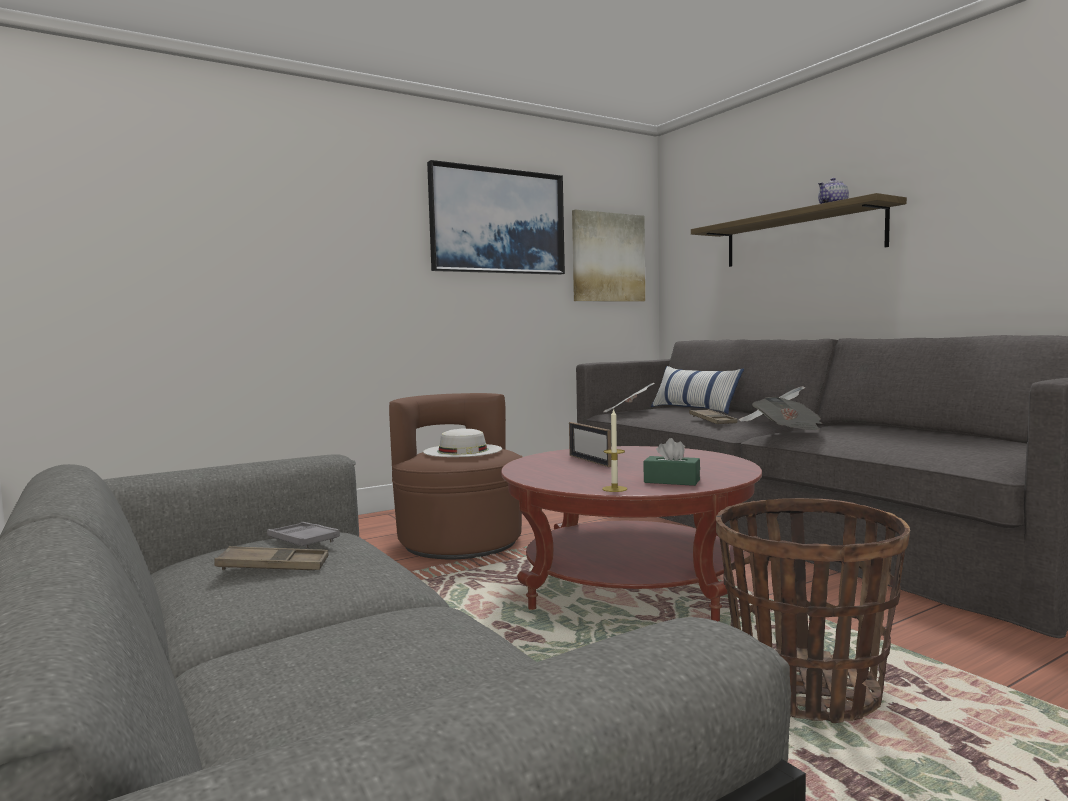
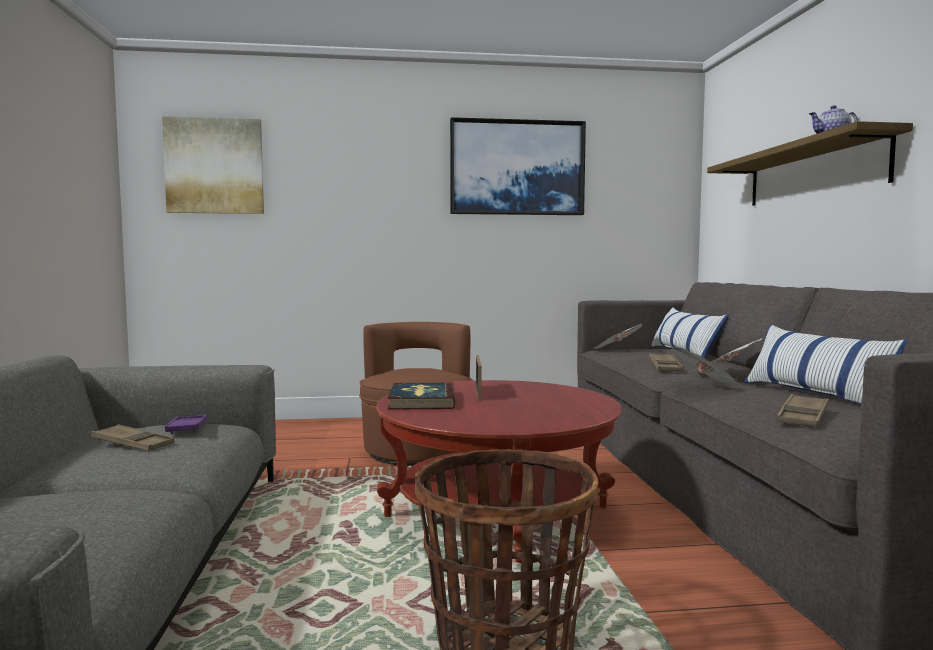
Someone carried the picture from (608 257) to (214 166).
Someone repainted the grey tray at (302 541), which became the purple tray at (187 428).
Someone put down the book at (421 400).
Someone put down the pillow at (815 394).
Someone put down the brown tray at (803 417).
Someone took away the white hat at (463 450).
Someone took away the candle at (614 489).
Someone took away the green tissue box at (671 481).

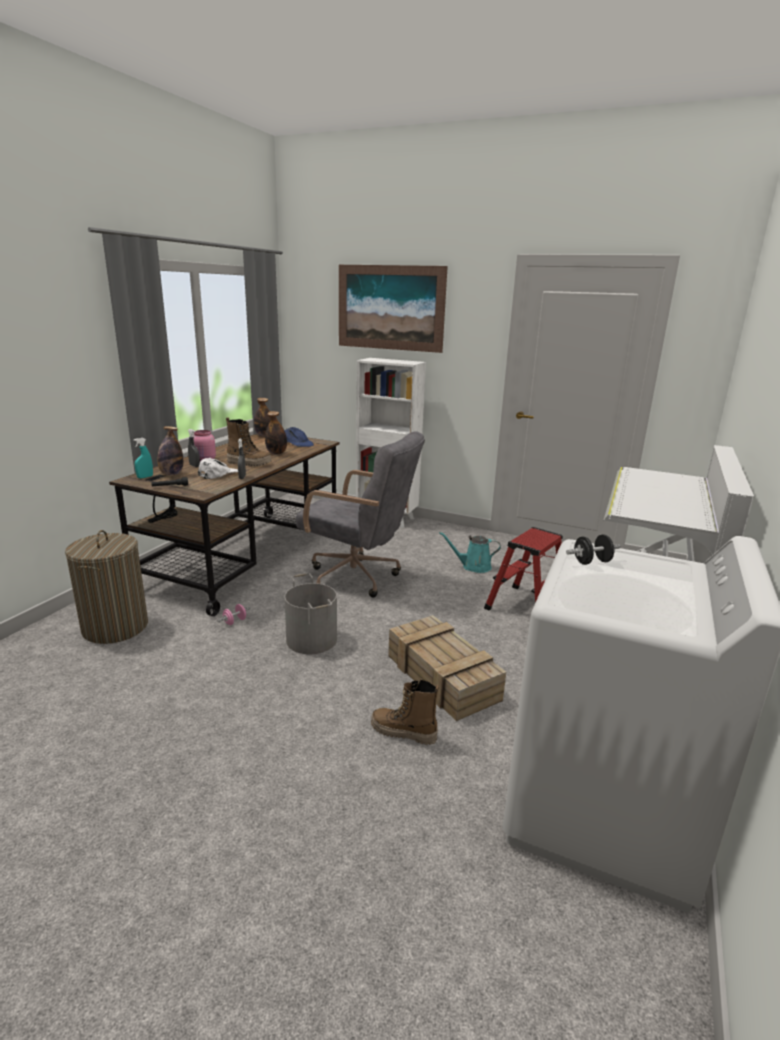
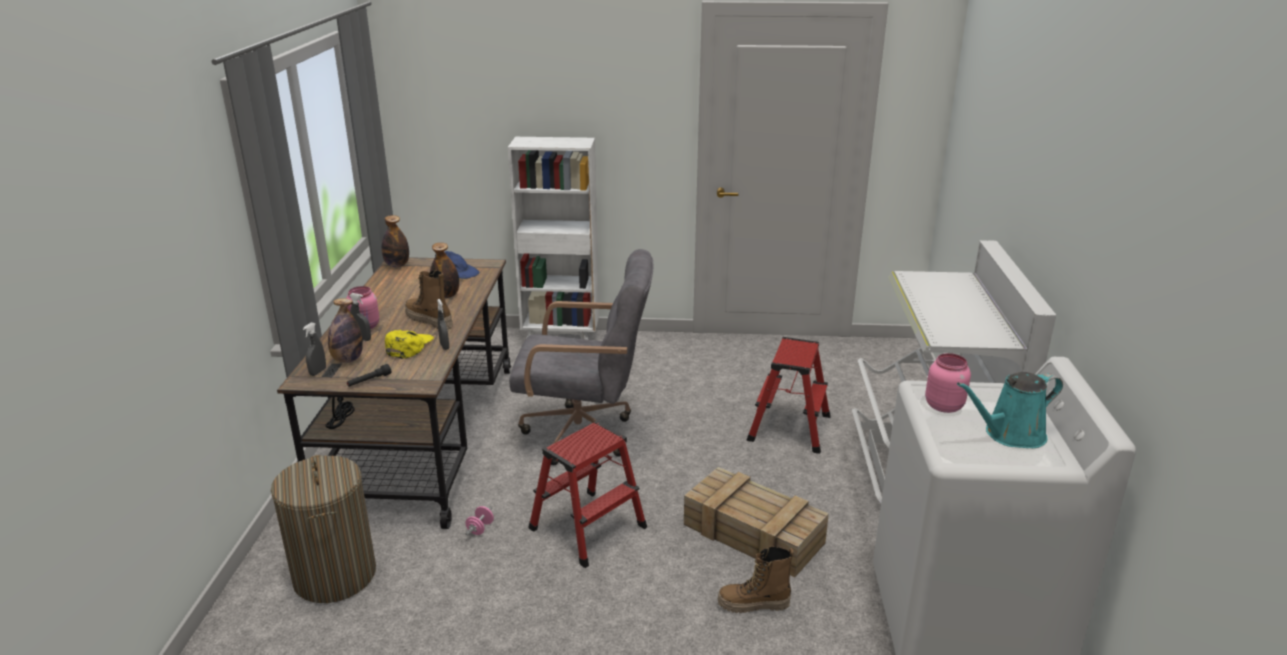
Someone repainted the turquoise spray bottle at (145 477), which became the grey spray bottle at (318 372).
Someone repainted the white cap at (218 474), which became the yellow cap at (409 347).
Someone rotated the boot at (249 463) by 135 degrees counterclockwise.
Someone swapped the grey bucket at (312 639) for the red step ladder at (588 527).
Someone swapped the black dumbbell at (591 562) for the pink jar at (943 405).
Someone carried the turquoise watering can from (473 566) to (1010 435).
Someone took away the picture at (390 308).

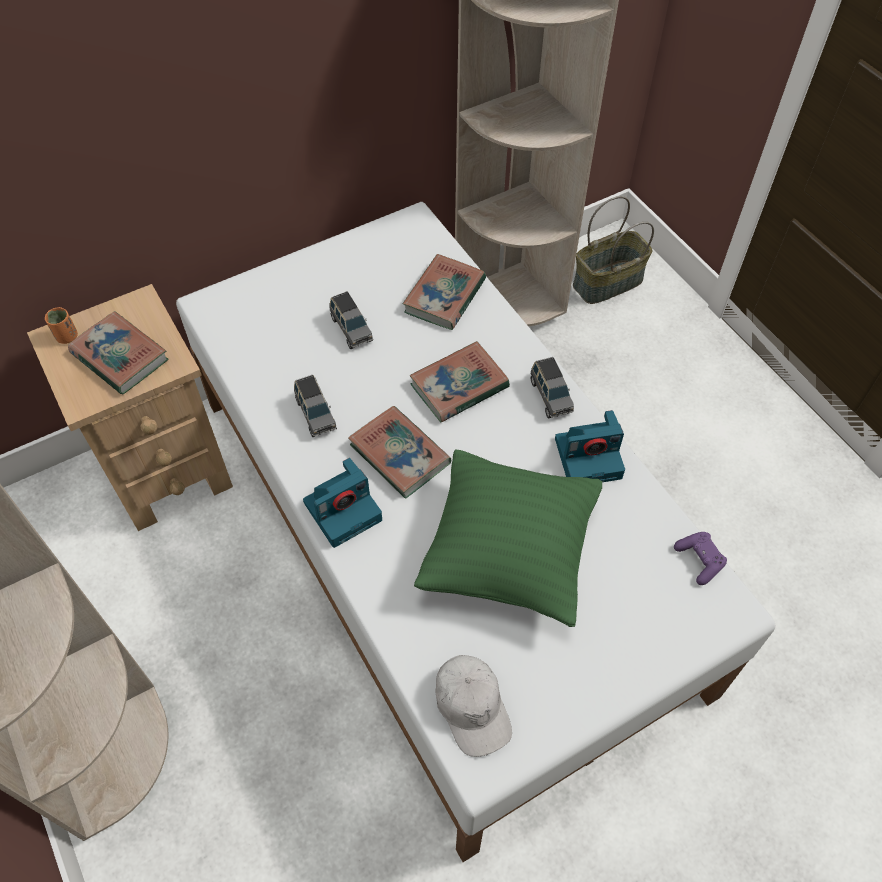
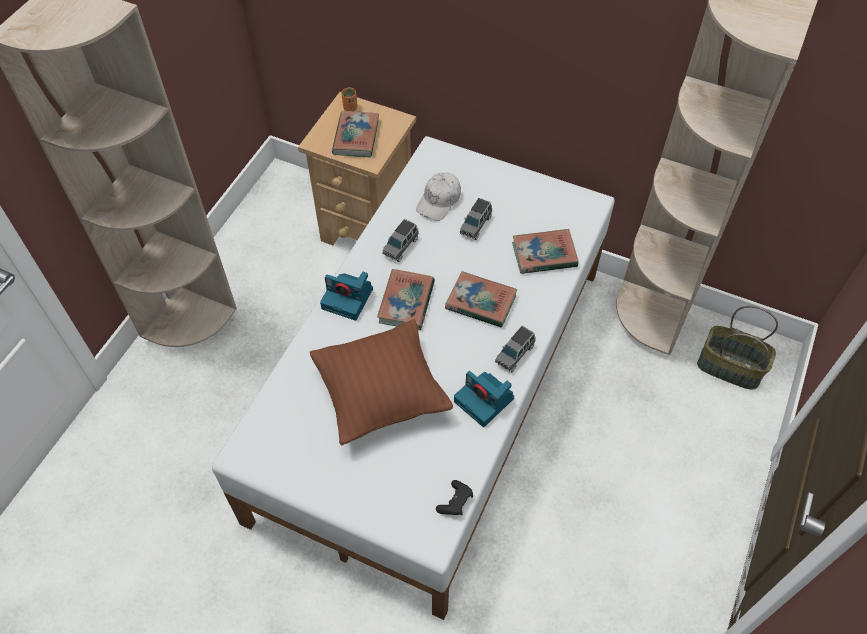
Someone repainted the green pillow at (508 553), which became the brown pillow at (381 395).
Someone carried the white cap from (472 707) to (439 201).
Someone repainted the purple game controller at (699 560), which became the black game controller at (455 502).

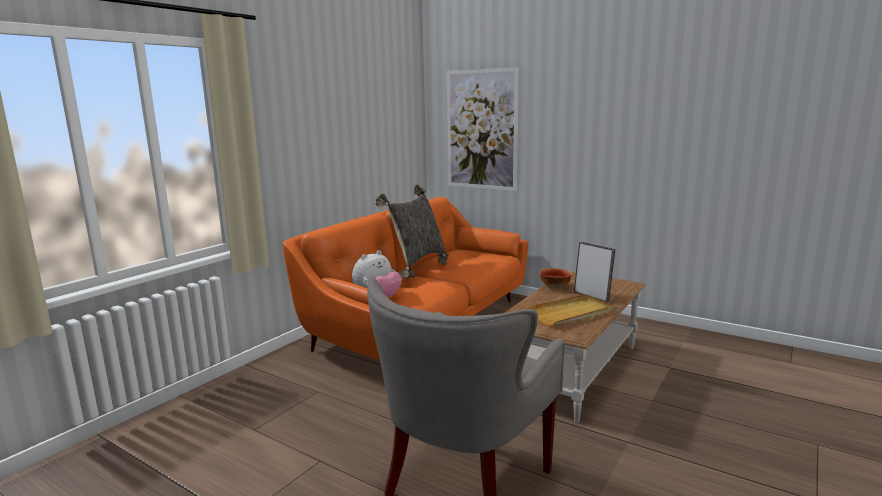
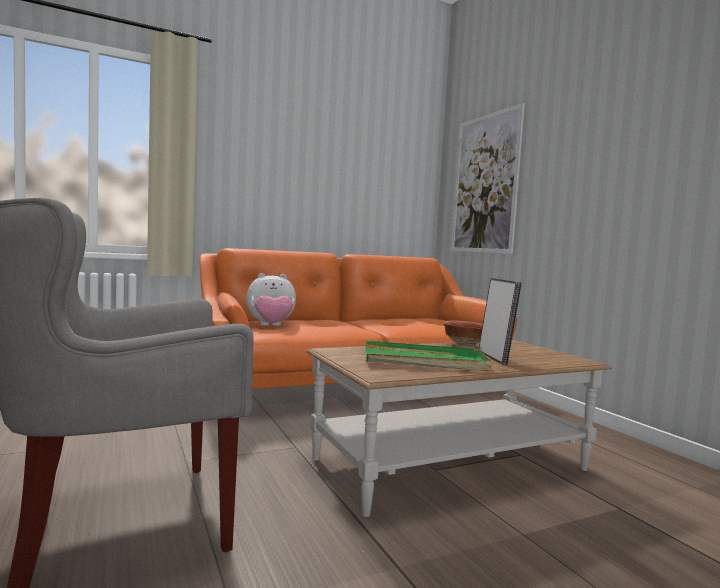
Someone repainted the beige tray at (570 313), which became the green tray at (425 361).
Someone took away the pillow at (415 271).

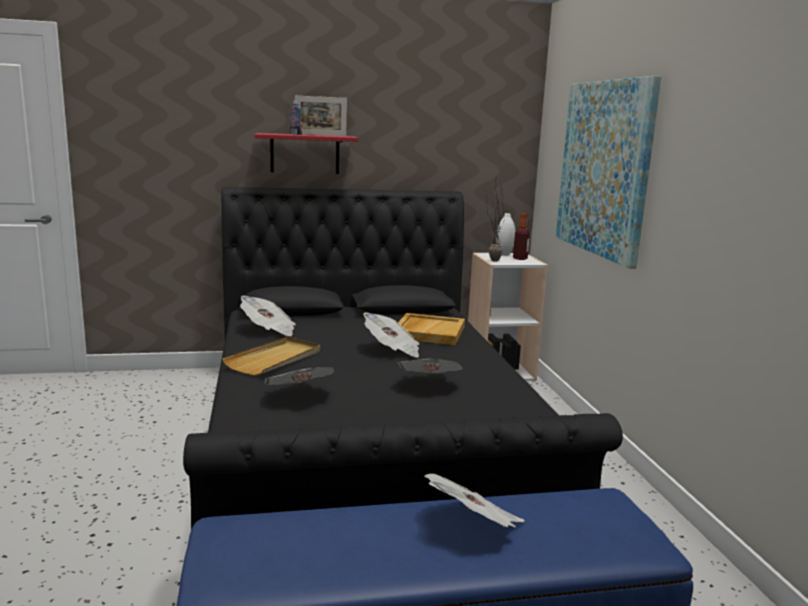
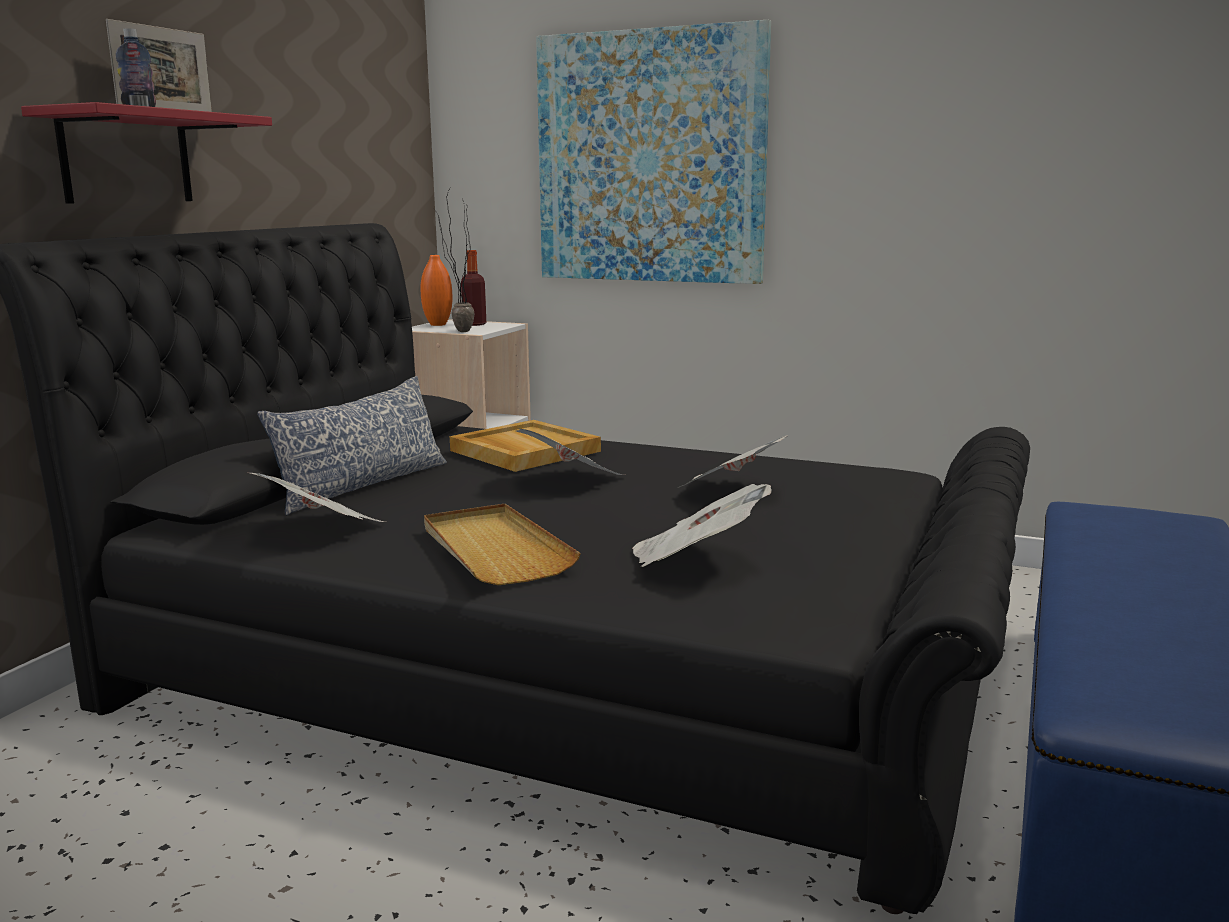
Someone put down the pillow at (362 485).
Someone repainted the white vase at (504 254), which became the orange vase at (438 324).
Someone took away the newspaper at (474 525).

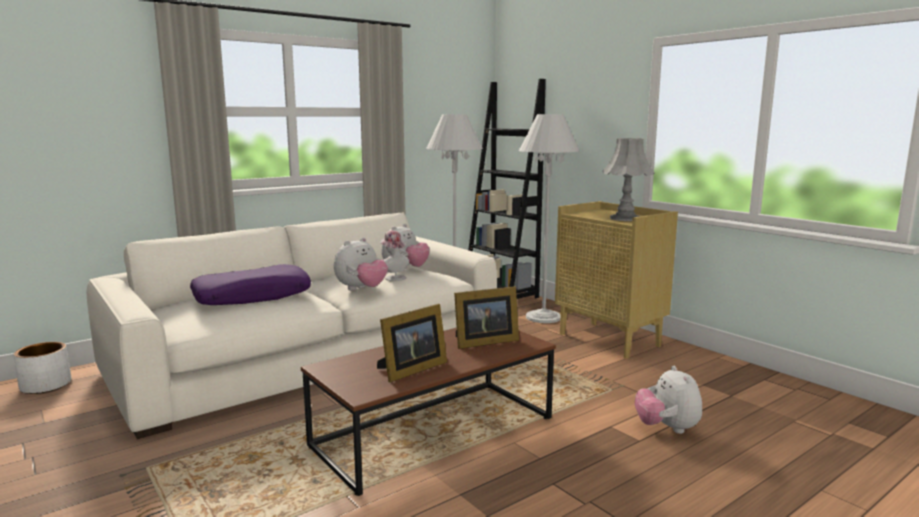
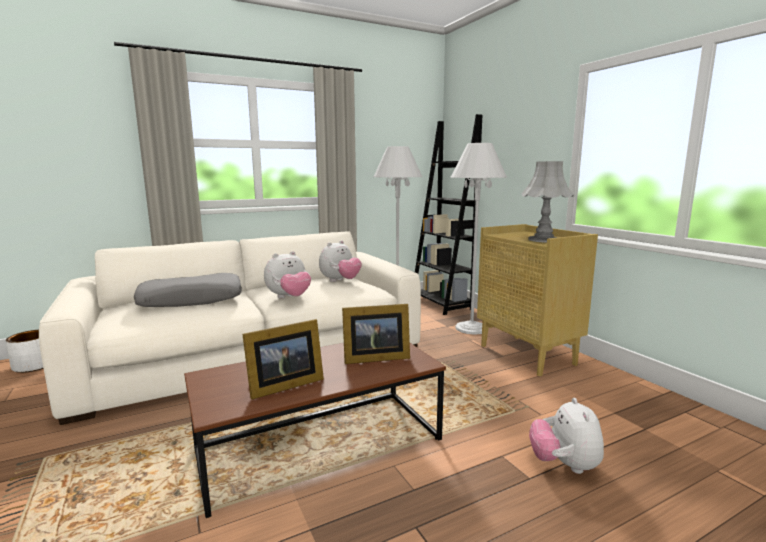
Someone repainted the purple pillow at (252 296), which became the grey pillow at (191 300).
Someone took away the hat at (393 277).

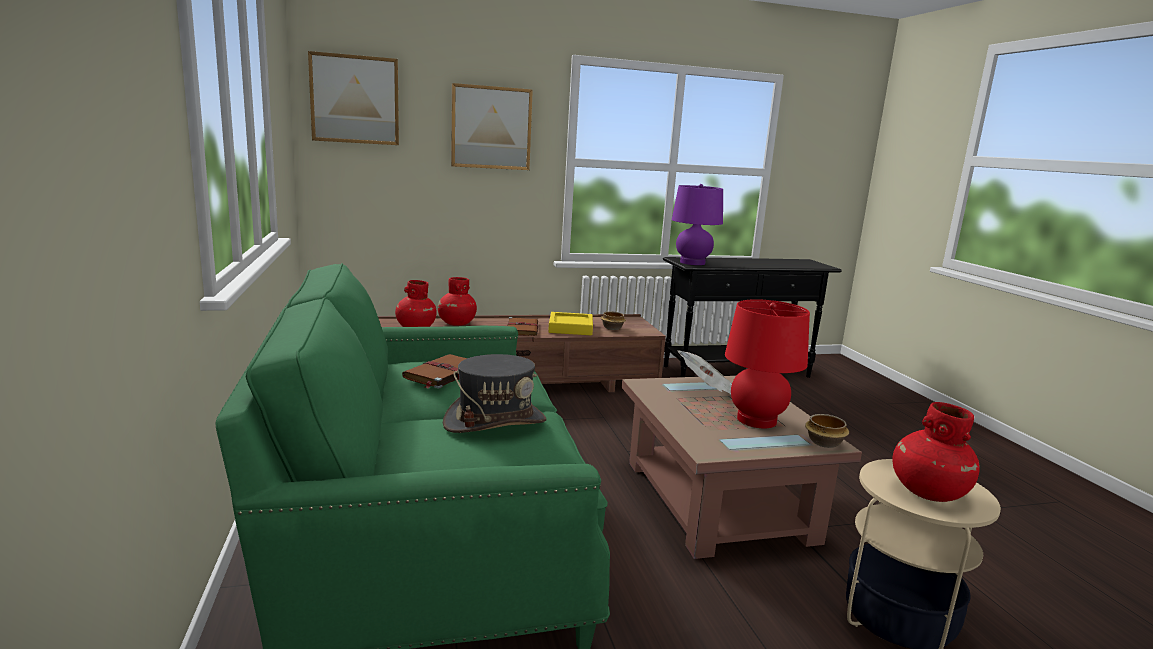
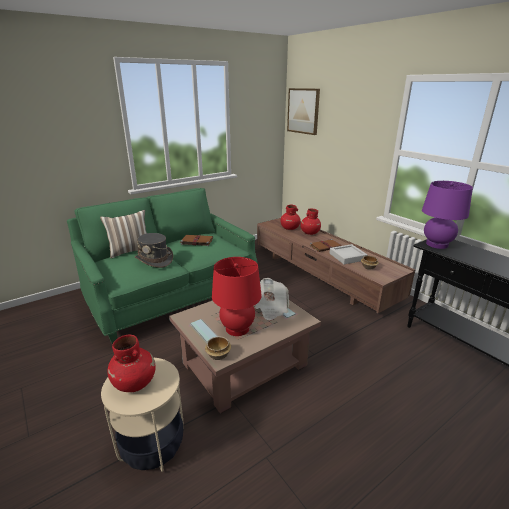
Someone put down the pillow at (130 251).
Someone repainted the yellow tray at (570 328), which became the grey tray at (347 257).
Someone took away the picture at (491 128).

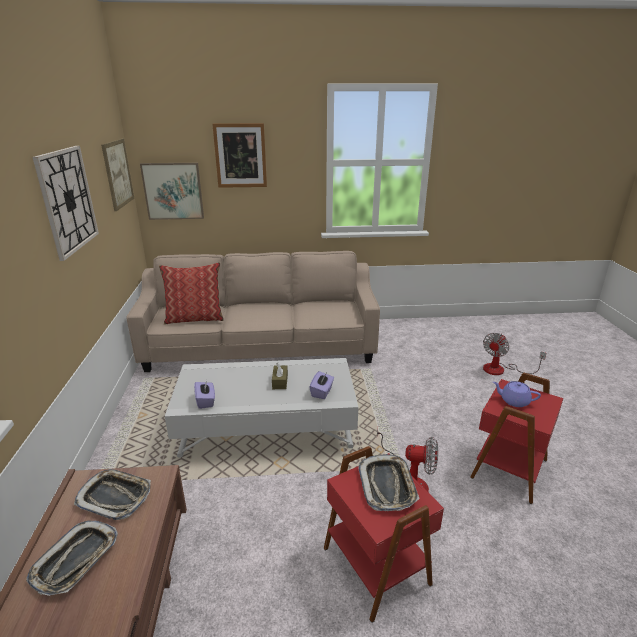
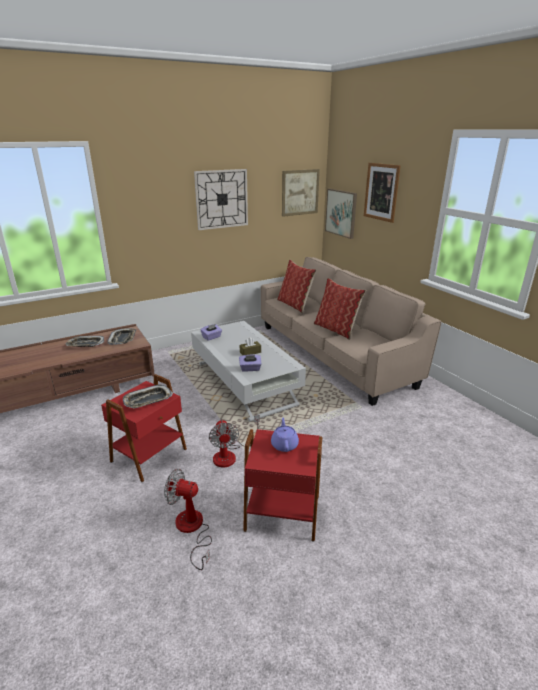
Someone carried the fan from (501 370) to (191 529).
Someone put down the pillow at (336 329).

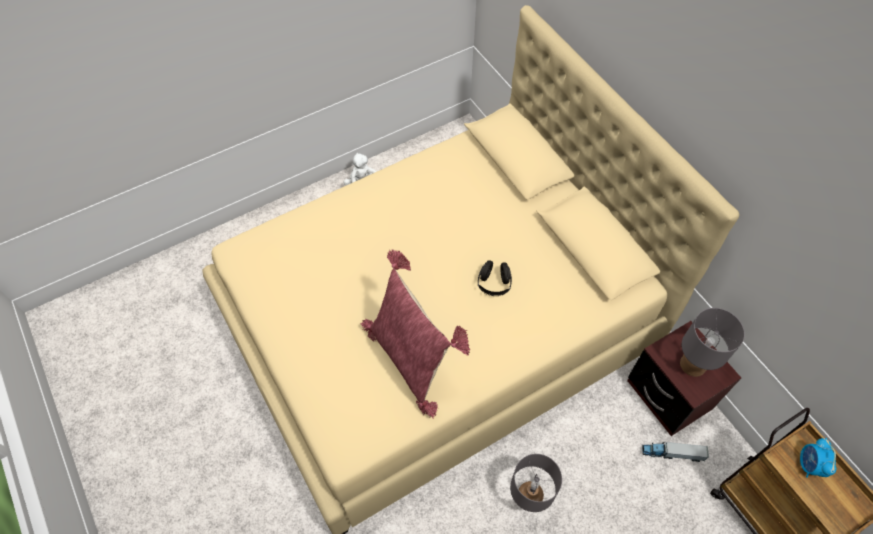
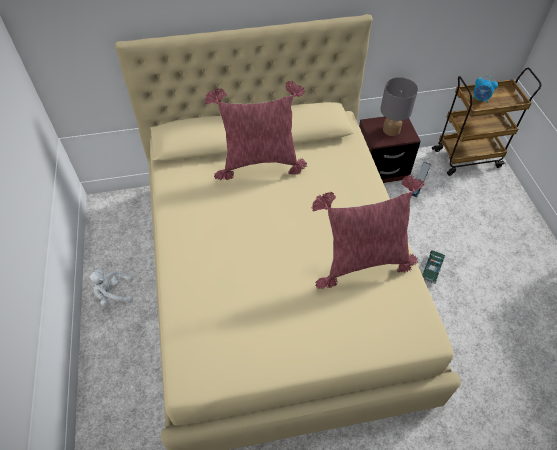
Someone put down the red pillow at (259 166).
Someone swapped the grey table lamp at (529 498) for the toy car at (432 269).
Someone took away the black headphones at (494 284).

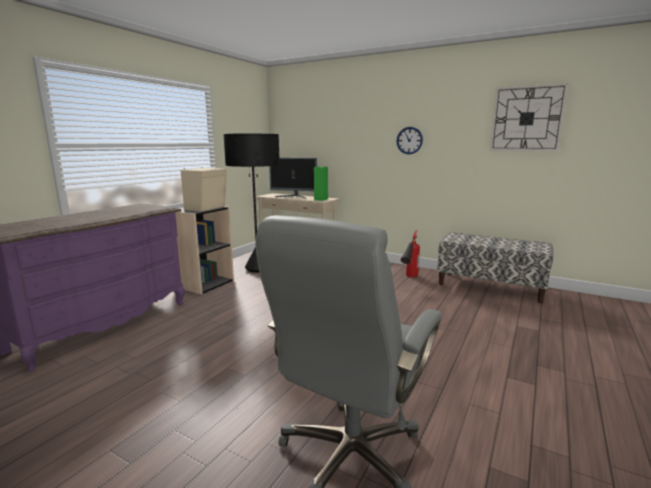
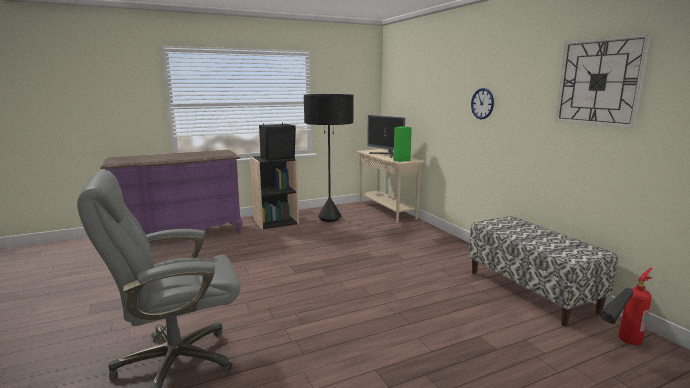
Someone repainted the beige speaker at (207 208), which became the black speaker at (278 158).
Someone carried the fire extinguisher from (409 278) to (619 345).

